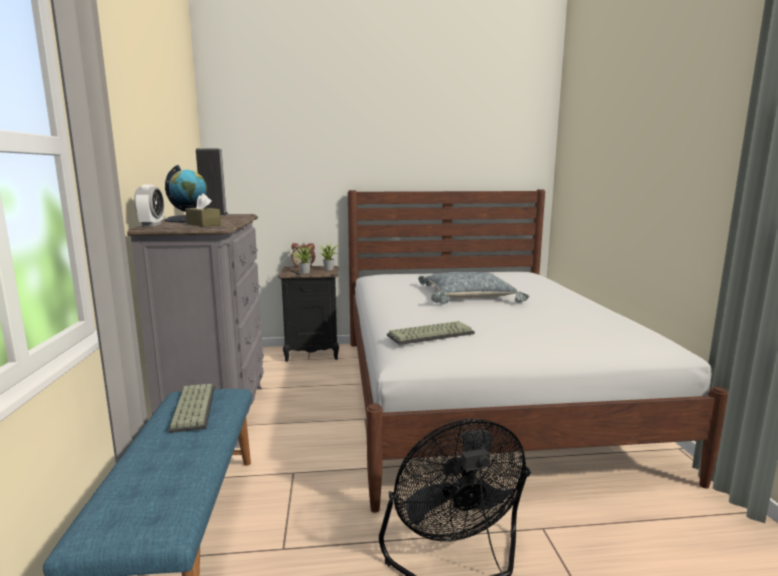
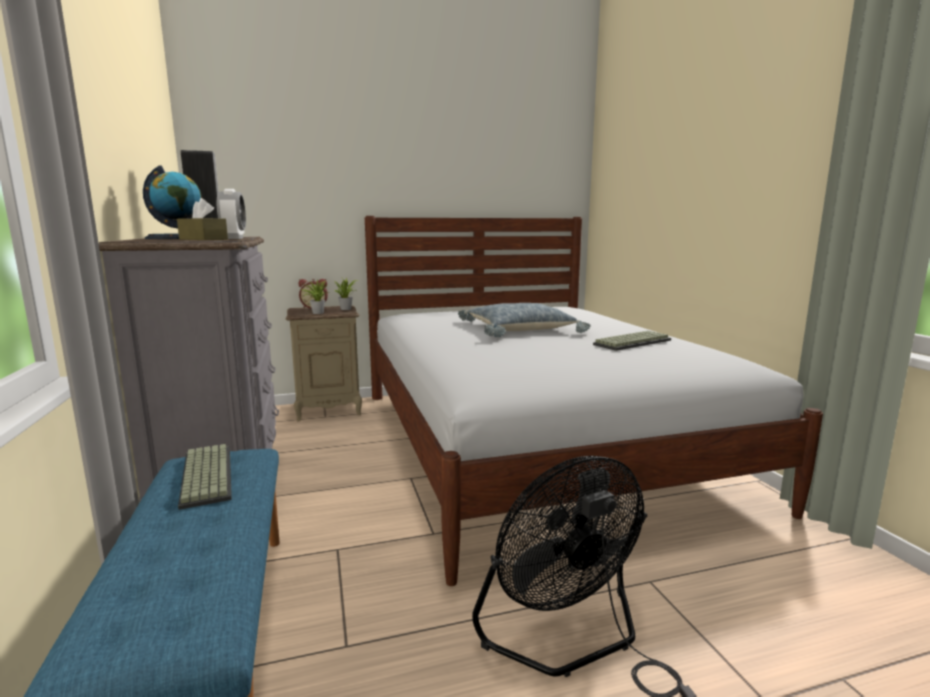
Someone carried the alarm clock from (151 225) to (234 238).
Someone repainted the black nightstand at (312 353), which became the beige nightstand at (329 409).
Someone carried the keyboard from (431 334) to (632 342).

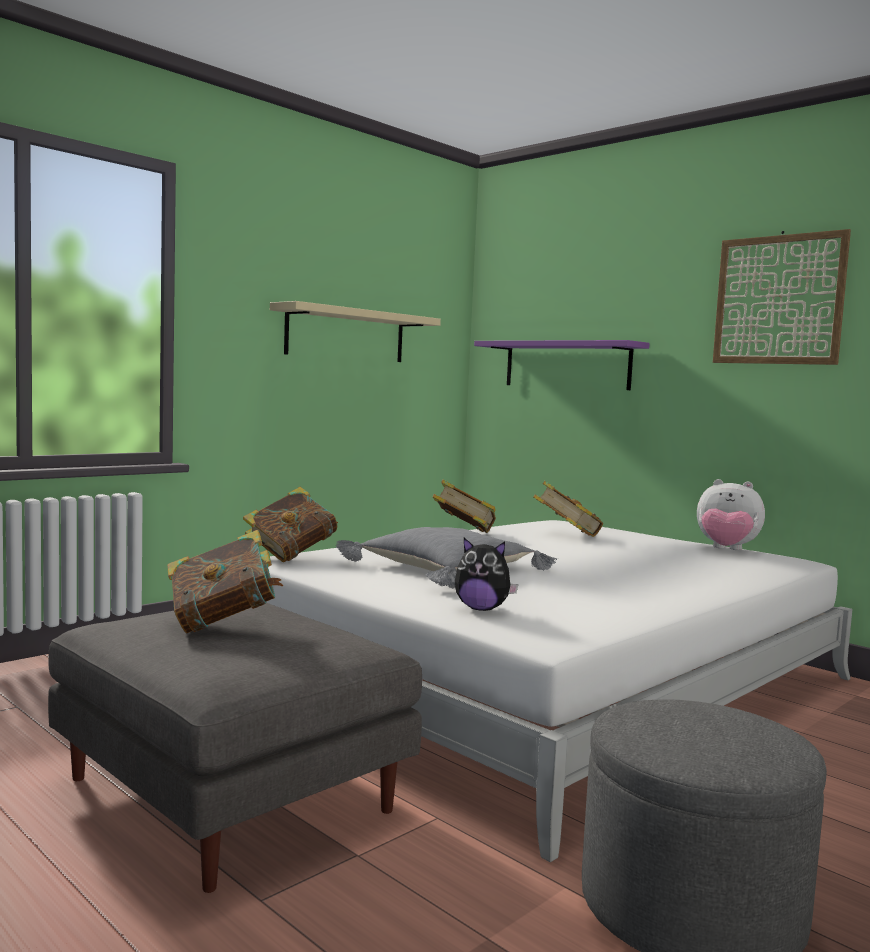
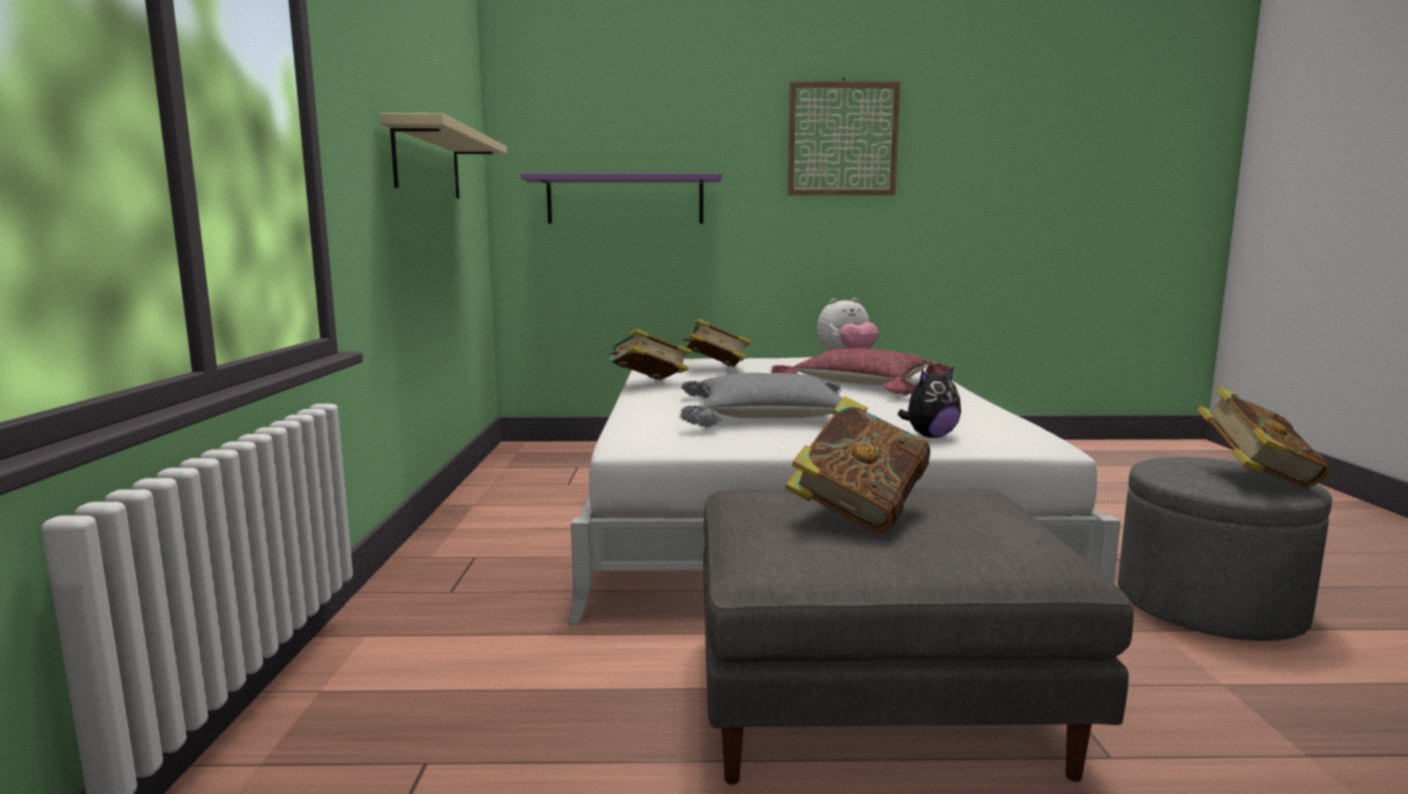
Someone put down the red pillow at (863 381).
Someone carried the book from (291 555) to (1255 477).

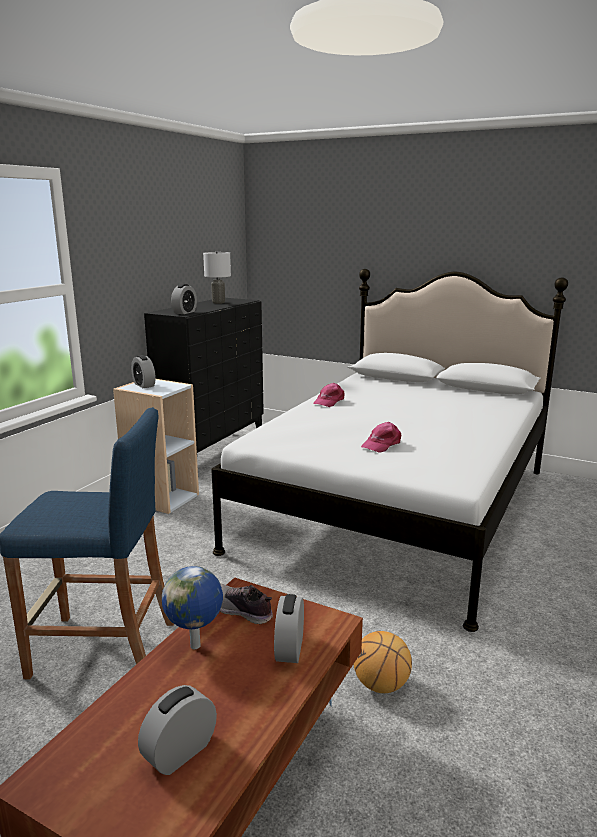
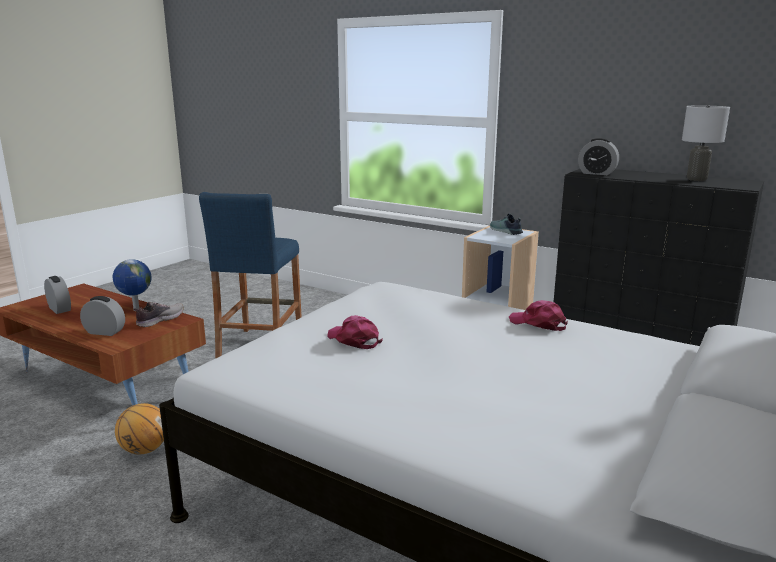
Someone swapped the alarm clock at (144 385) for the shoe at (504 231).

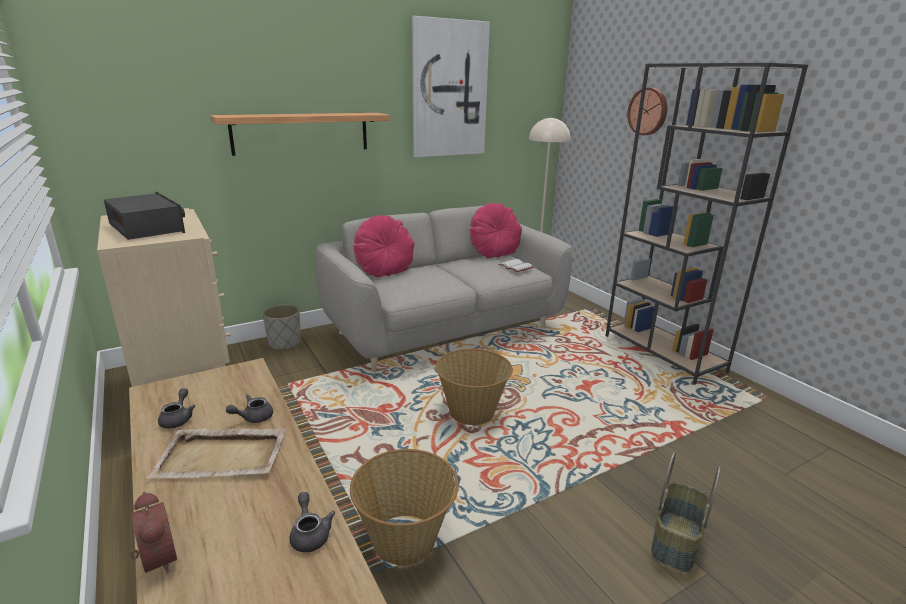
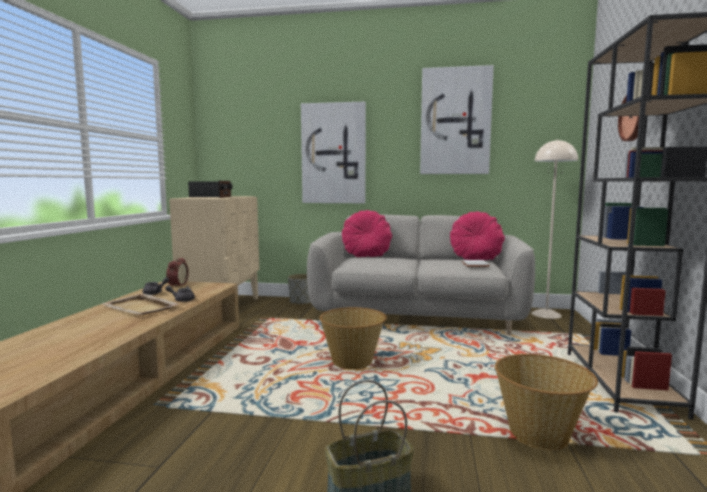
Someone carried the alarm clock from (155 560) to (176 285).
Someone swapped the shelf at (301 133) for the picture at (333 153).
Someone carried the basket from (405 540) to (540 434).
Someone took away the grey teapot at (310 534).

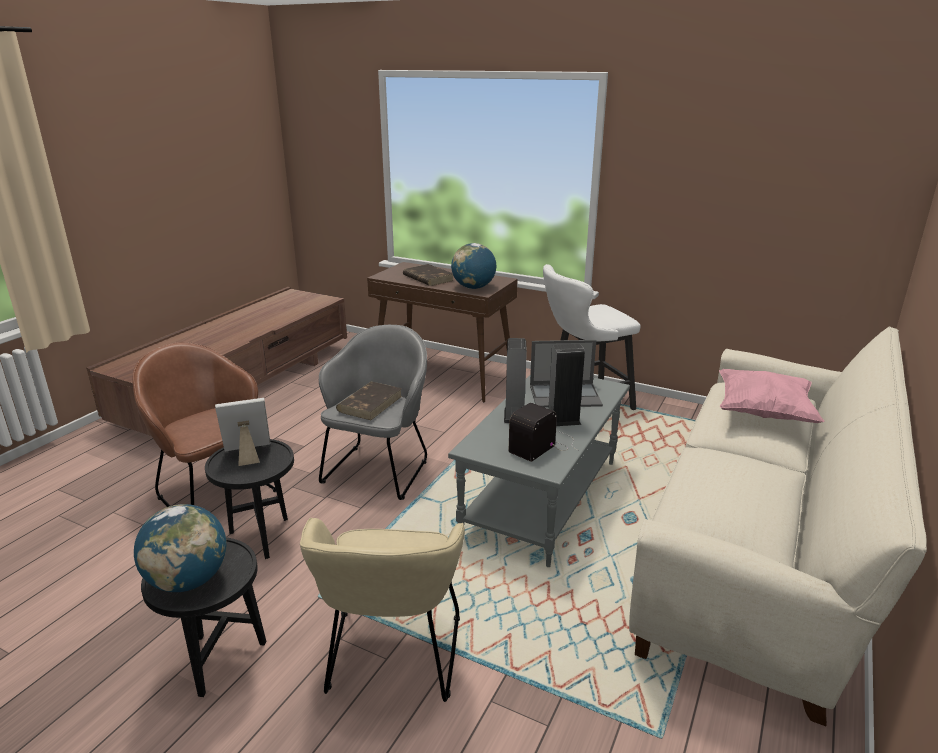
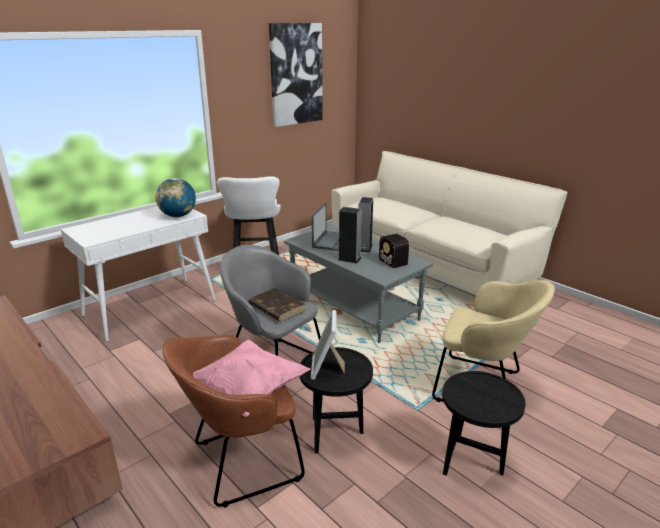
Someone repainted the brown console table at (444 376), which became the white console table at (151 308).
Someone carried the pink pillow from (763 413) to (248 391).
Someone put up the picture at (296 74).
Someone took away the globe at (188 581).
Someone took away the brown book at (427 278).

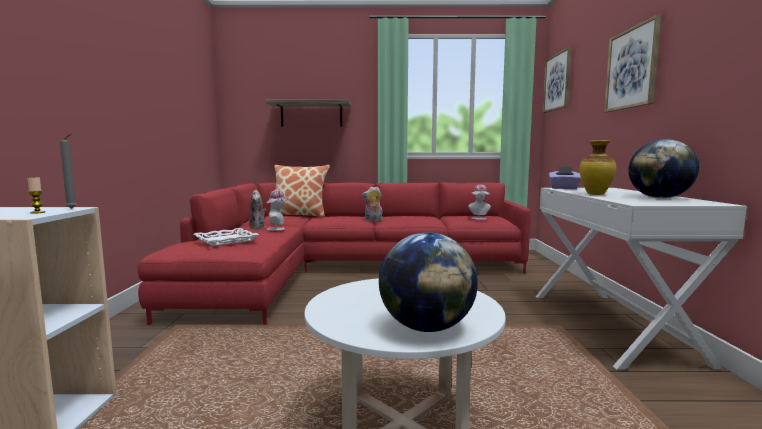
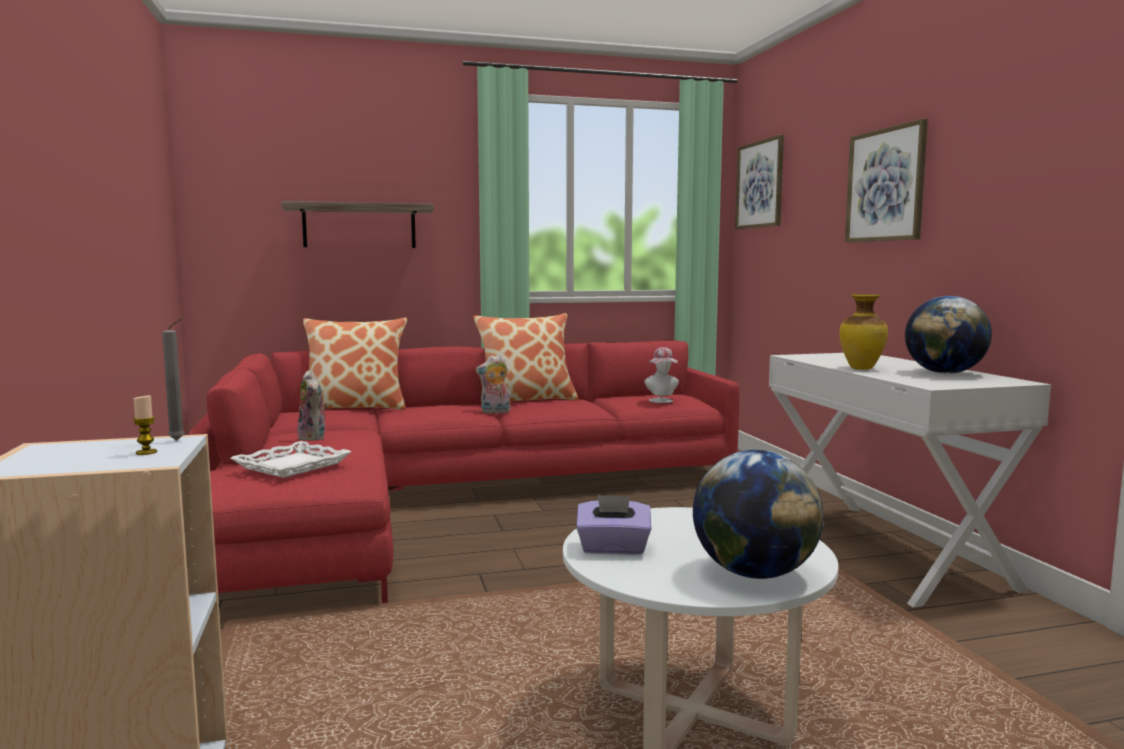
Someone put down the pillow at (526 400).
Someone carried the purple tissue box from (563 188) to (613 548).
Someone took away the hat at (278 229).

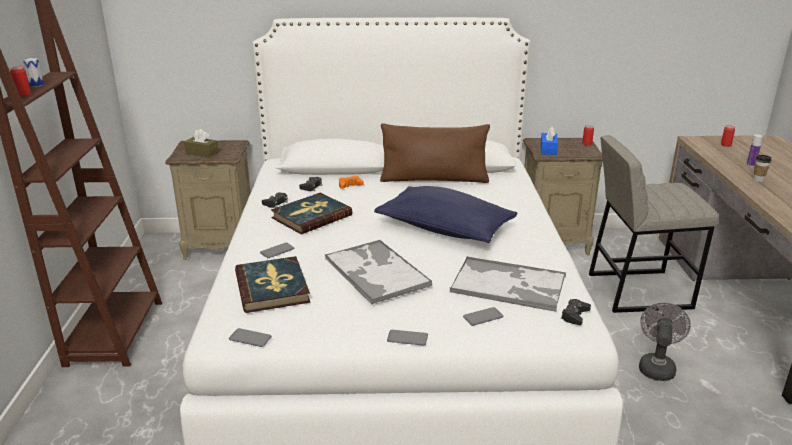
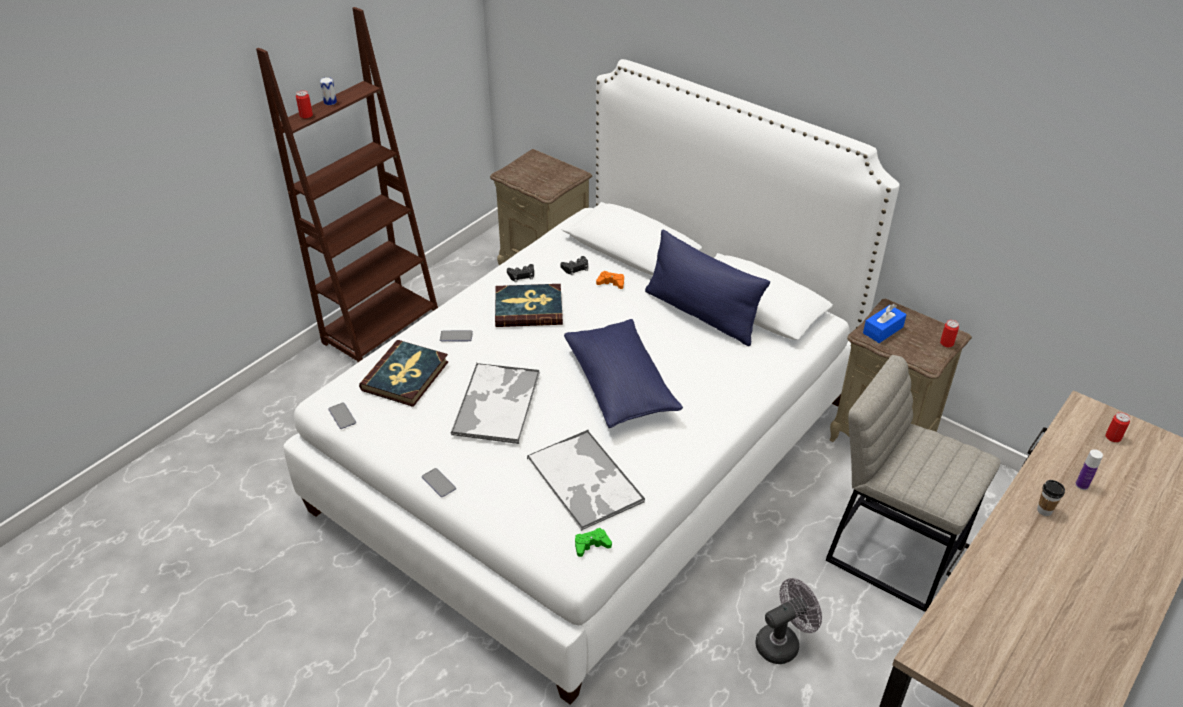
Someone repainted the black game controller at (575 315), which became the green game controller at (591 545).
Someone repainted the brown pillow at (434 179), which became the blue pillow at (701 314).
Someone took away the brown tissue box at (202 153).
Someone took away the phone at (483 317).

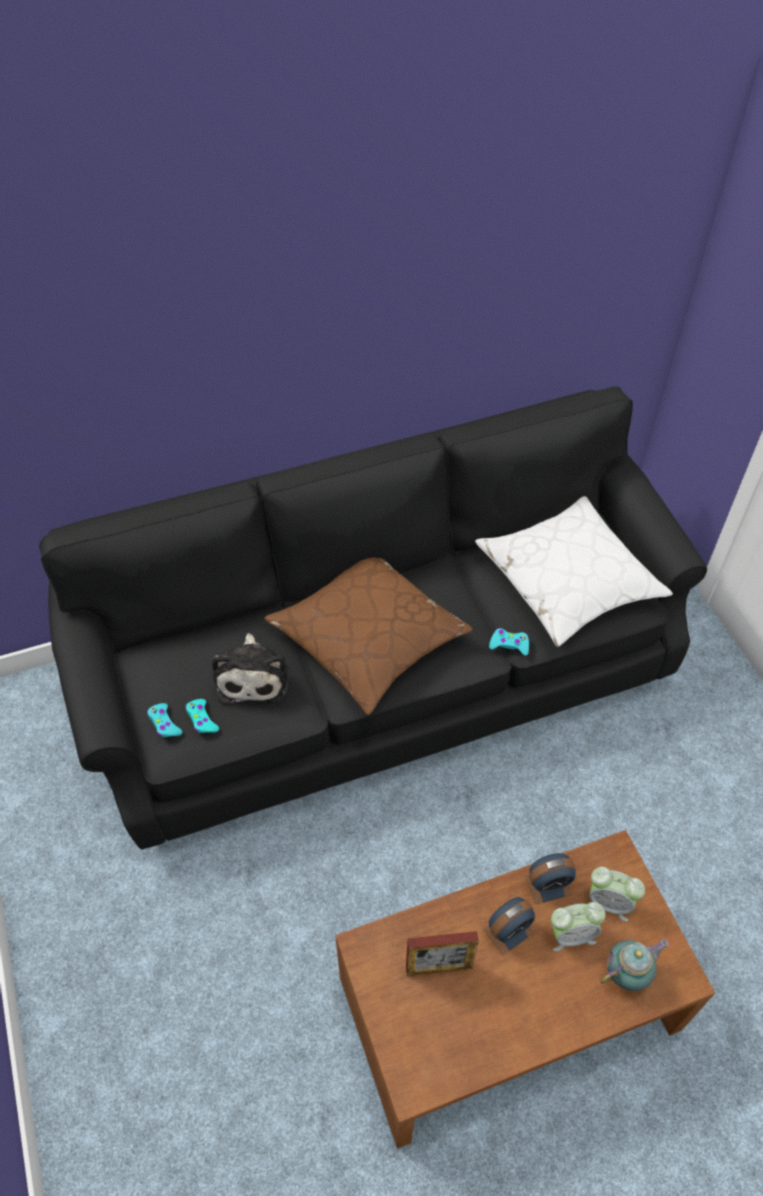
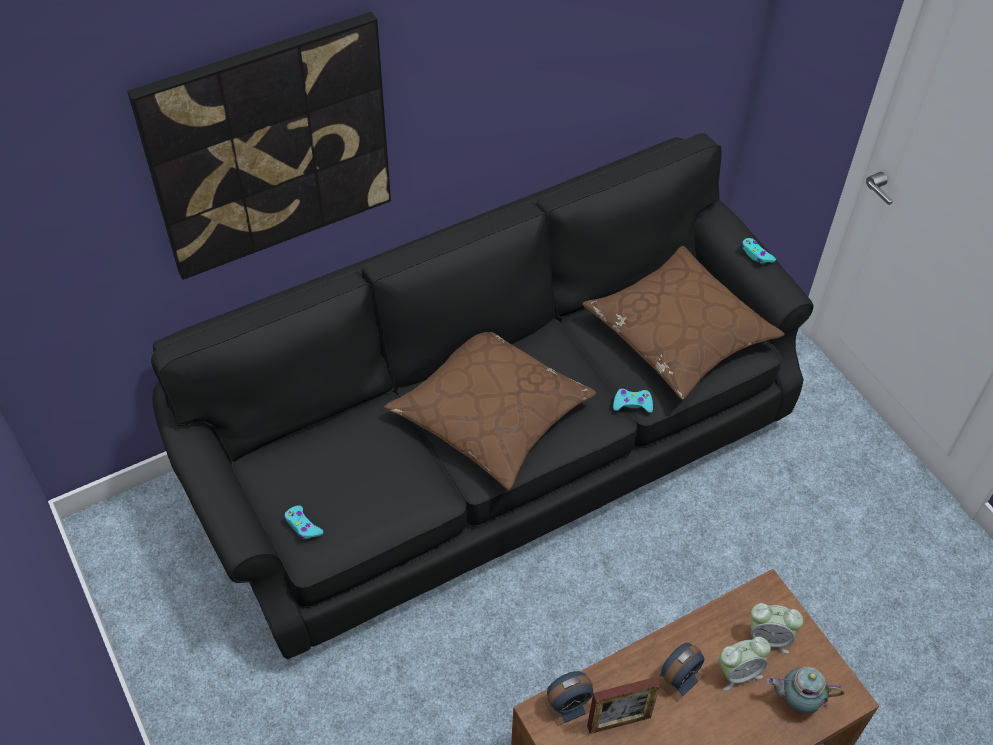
Someone put up the picture at (269 147).
Someone carried the alarm clock from (548 885) to (568 704).
Someone repainted the white pillow at (568 580), which became the brown pillow at (679 333).
Someone carried the turquoise game controller from (202 720) to (756 254).
Someone rotated the teapot at (628 973) by 135 degrees counterclockwise.
Someone took away the plush toy at (253 676).

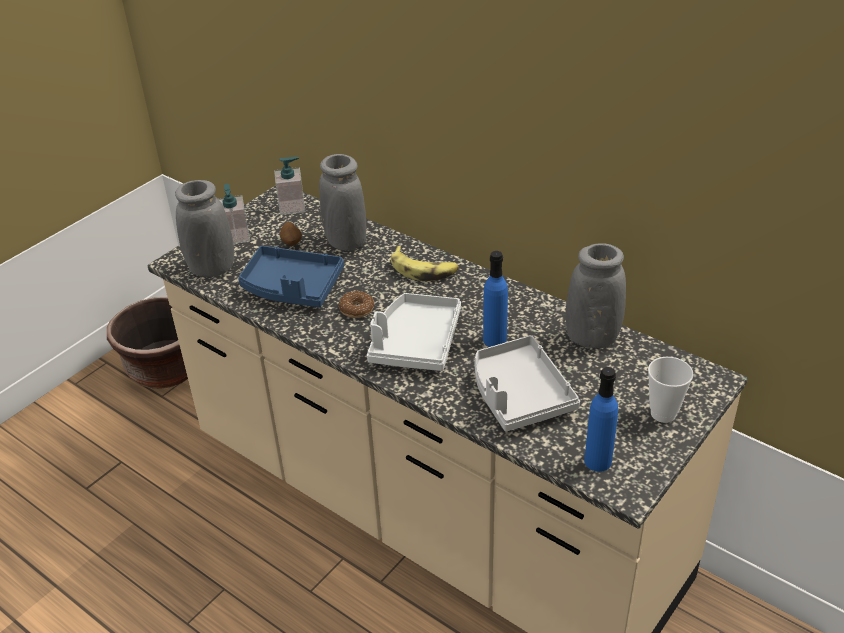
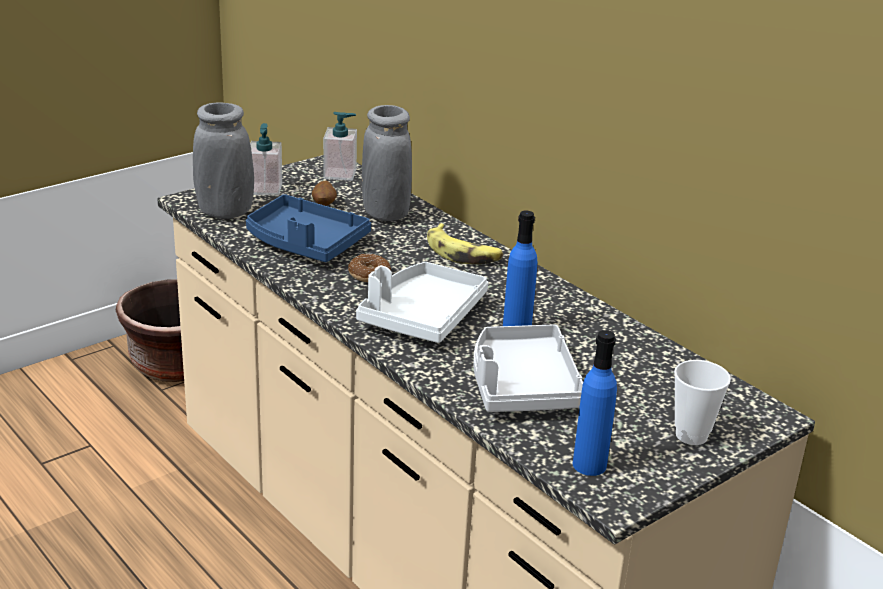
Someone took away the grey vase at (592 338).

